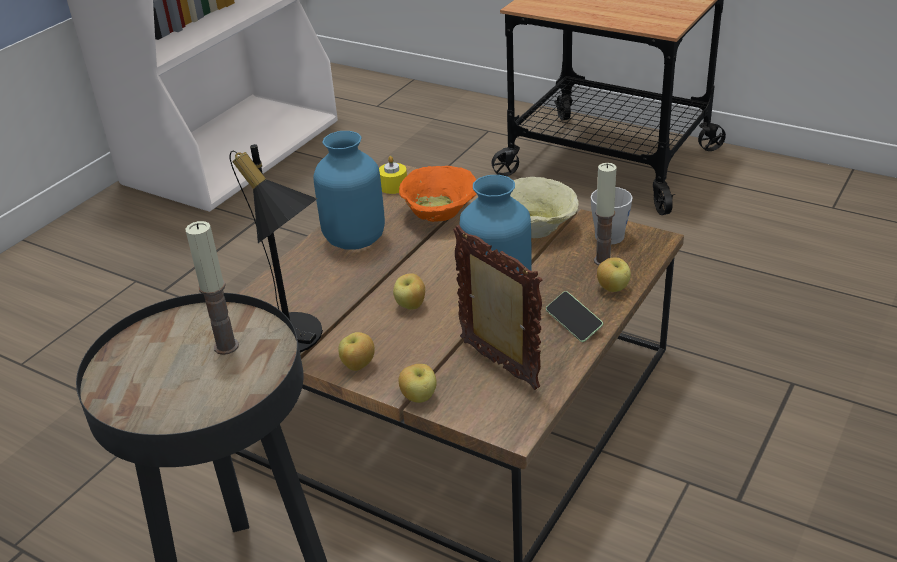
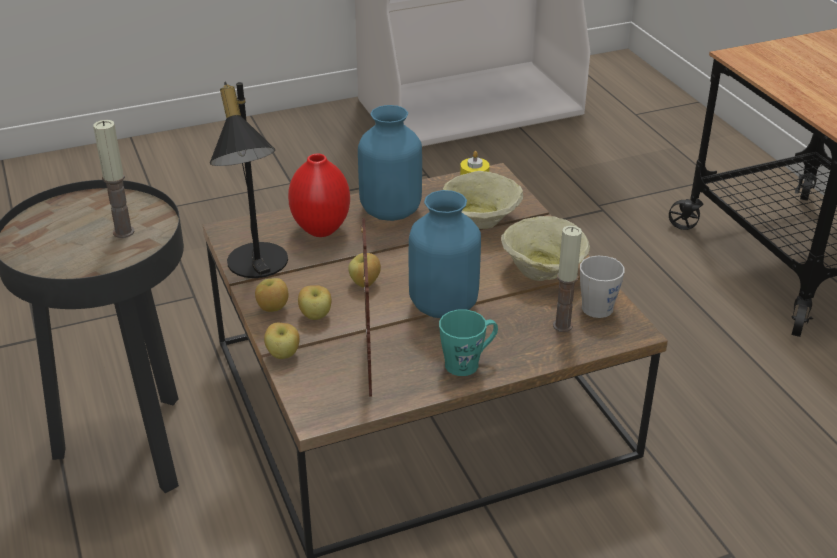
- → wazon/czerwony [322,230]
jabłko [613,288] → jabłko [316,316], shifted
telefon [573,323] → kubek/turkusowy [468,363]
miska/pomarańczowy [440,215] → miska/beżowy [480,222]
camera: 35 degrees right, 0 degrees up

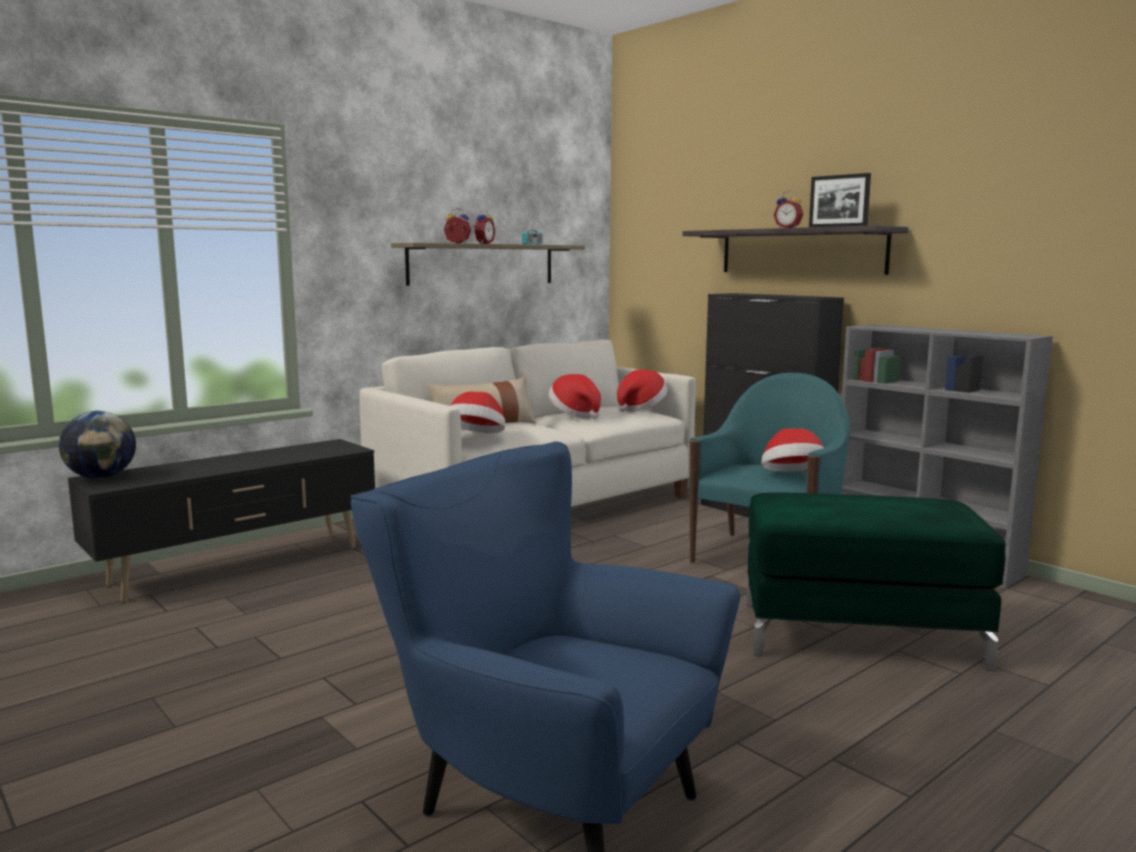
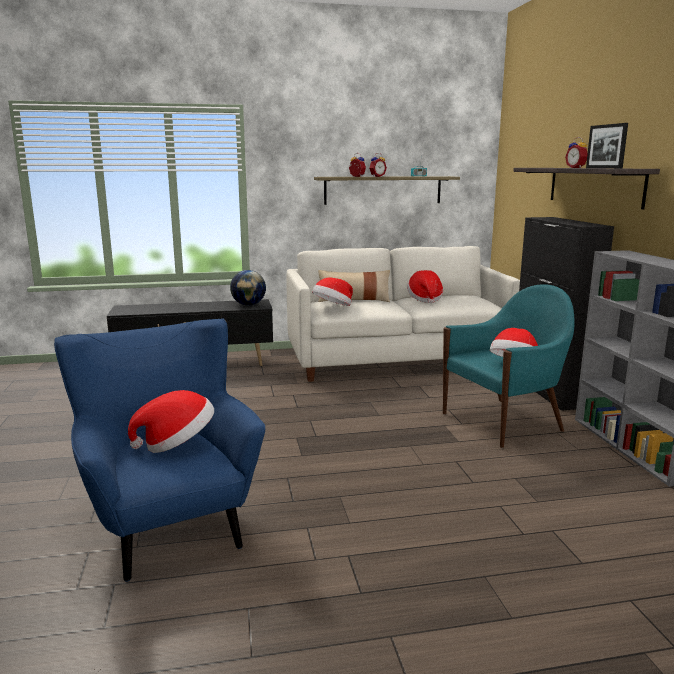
kapelusz [640,409] → kapelusz [177,444], shifted
globus [101,477] → globus [249,305], shifted
pufa/zielony [861,634] → -
camera: 30 degrees right, 5 degrees up

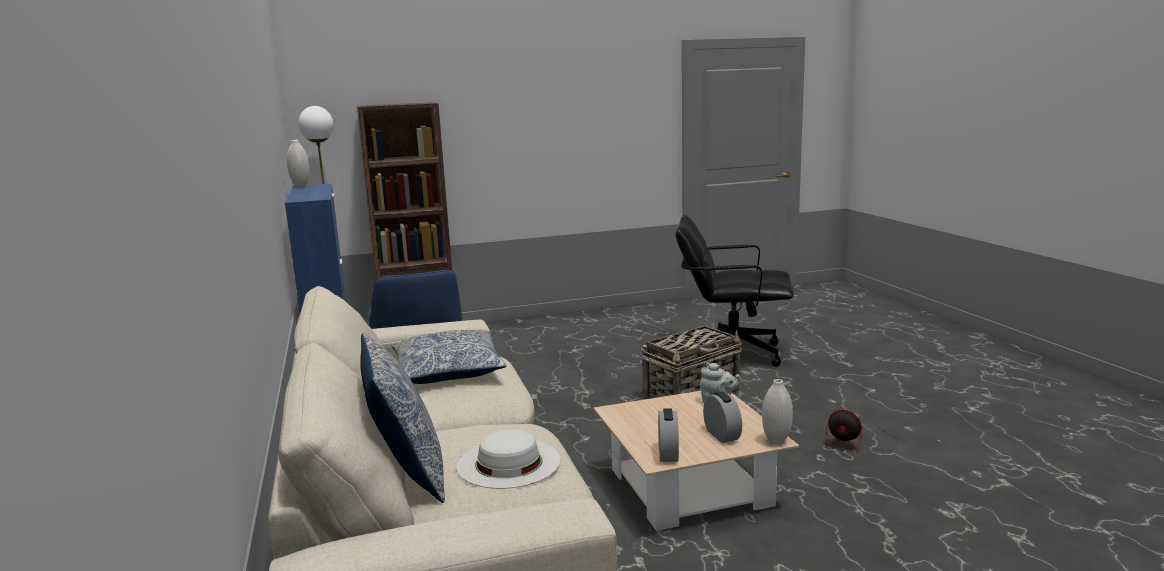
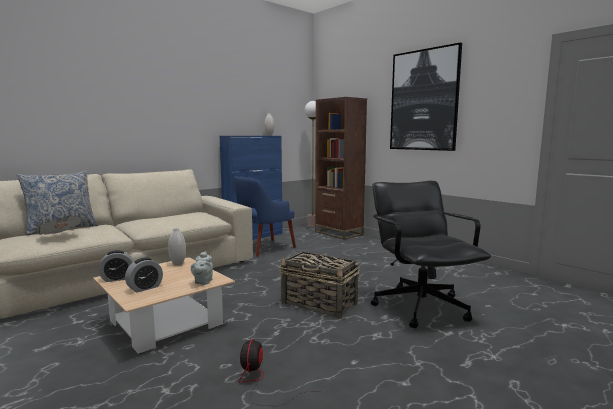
kapelusz/biały [508,463] → gazeta [60,236]
wazon/biały [776,441] → wazon/biały [178,264], shifted
- → obraz [424,100]
poduszka [448,371] → -
camera: 65 degrees right, 5 degrees down

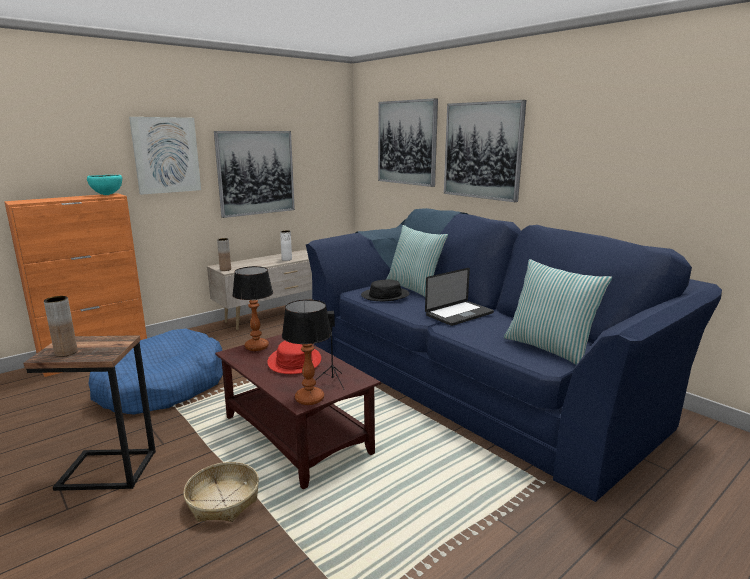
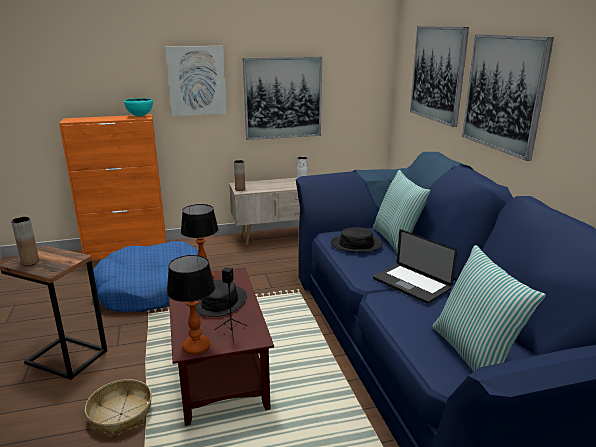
kapelusz/czerwony [294,361] → kapelusz/czarny [219,302]
laptop [459,314] → laptop [411,284], 60 degrees clockwise
camera: 25 degrees right, 5 degrees up

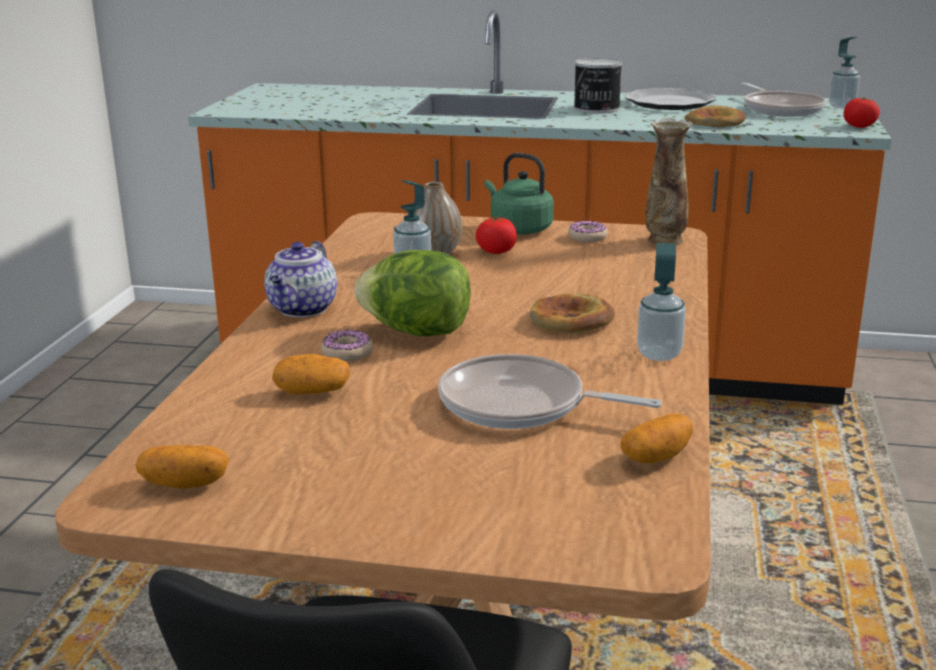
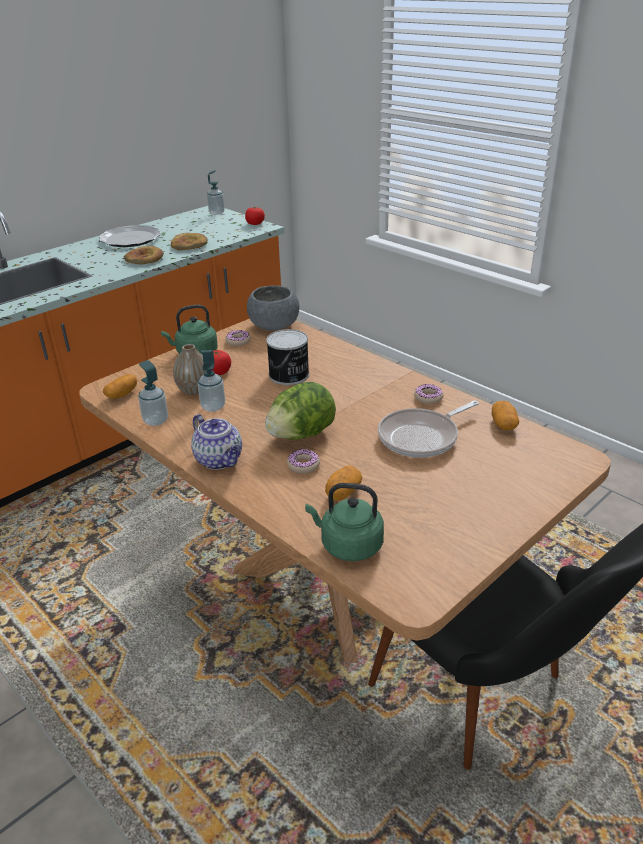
ziemniak [185,484] → ziemniak [122,394], shifted
chleb [570,320] → chleb [145,259], shifted
dozownik mydła [659,354] → dozownik mydła [156,421], shifted
wazon [664,241] → miska/szary [273,326]
puszka [596,109] → puszka [289,375], shifted
- → czajnik/zielony [348,545]
- → donut [428,398]
patelnia [780,109] → -
camera: 55 degrees left, 10 degrees up

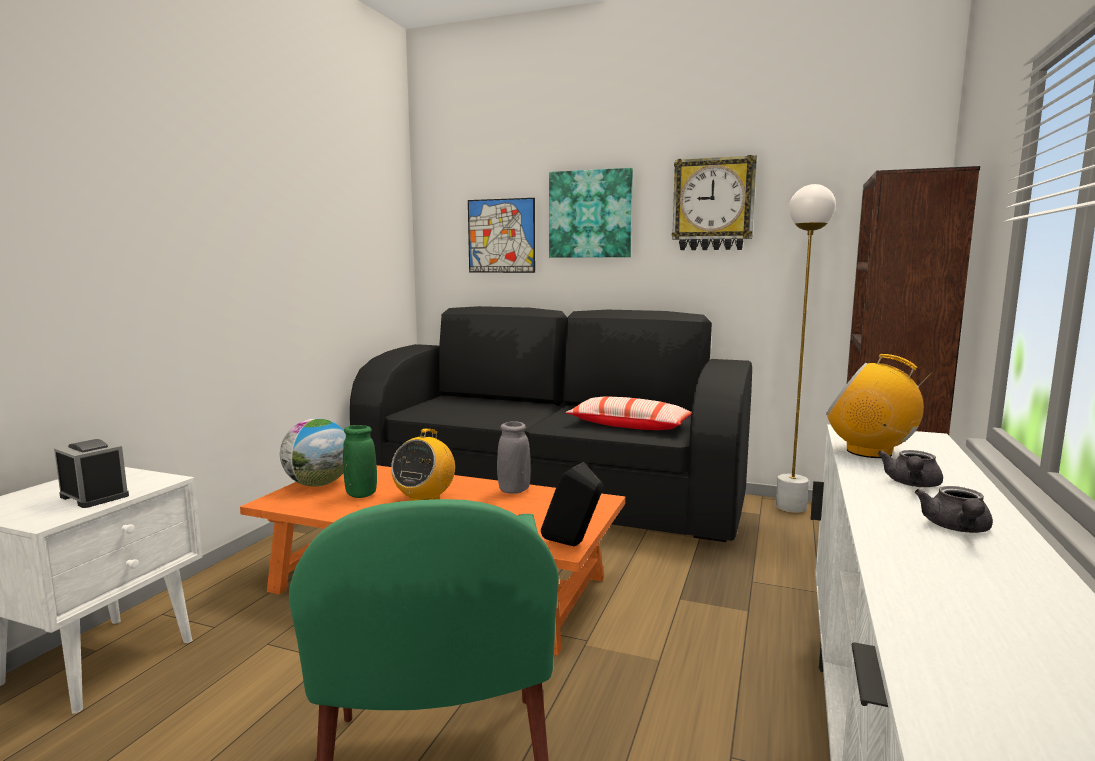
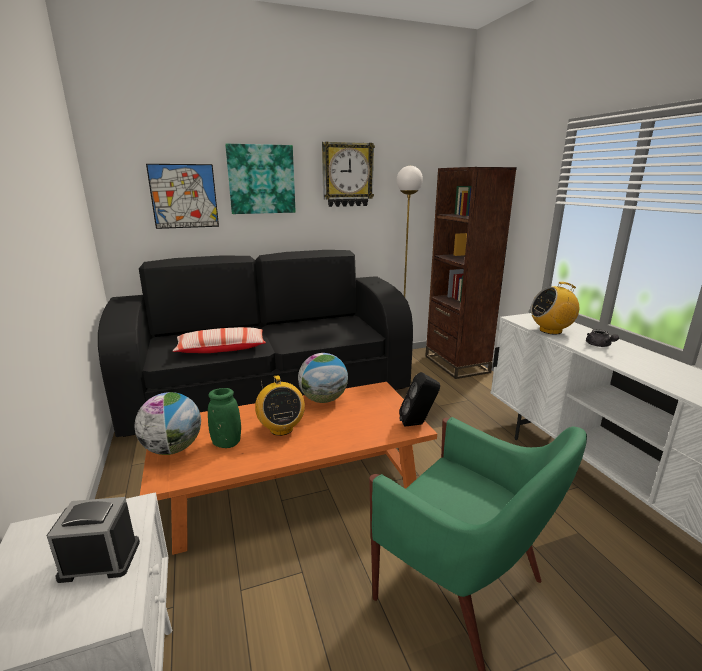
poduszka [629,426] → poduszka [221,349], shifted
wazon/szary [514,490] → globus [323,399]
imbryk/szary [956,528] → -
camera: 40 degrees left, 10 degrees up

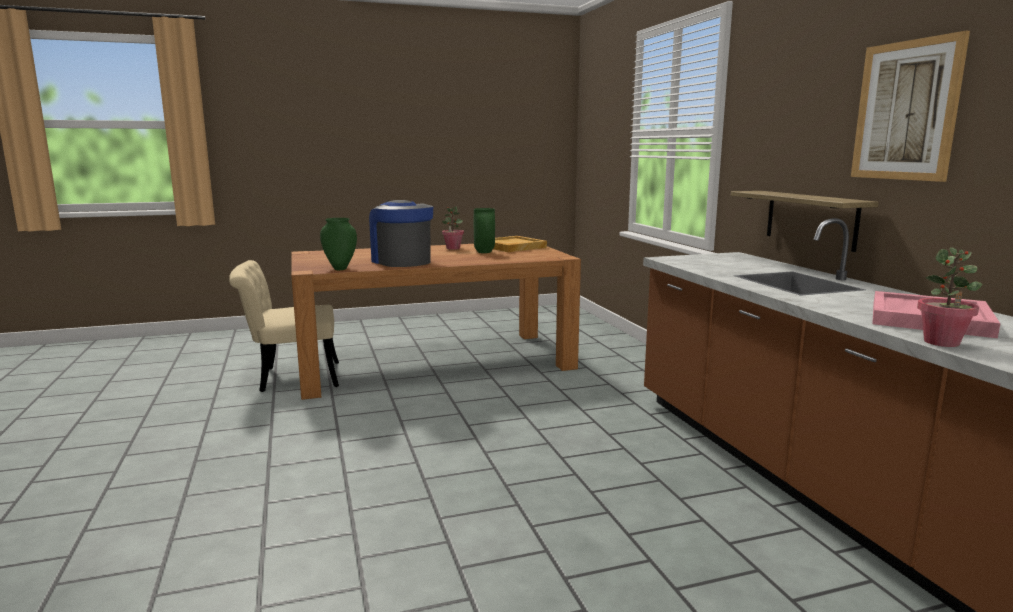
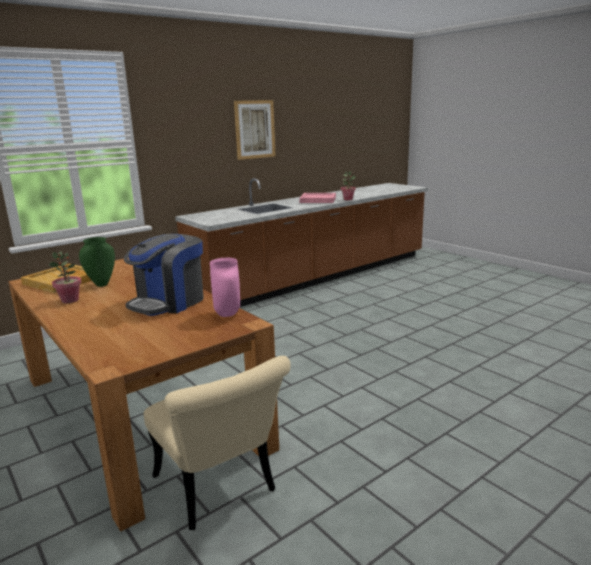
wazon/zielony [340,269] → wazon/różowy [226,314]
półka [810,219] → -
camera: 110 degrees left, 5 degrees up

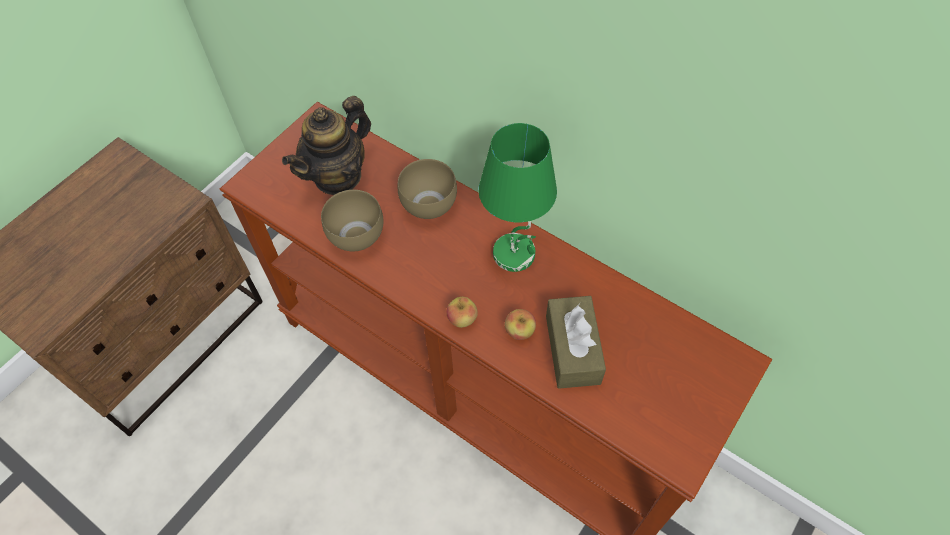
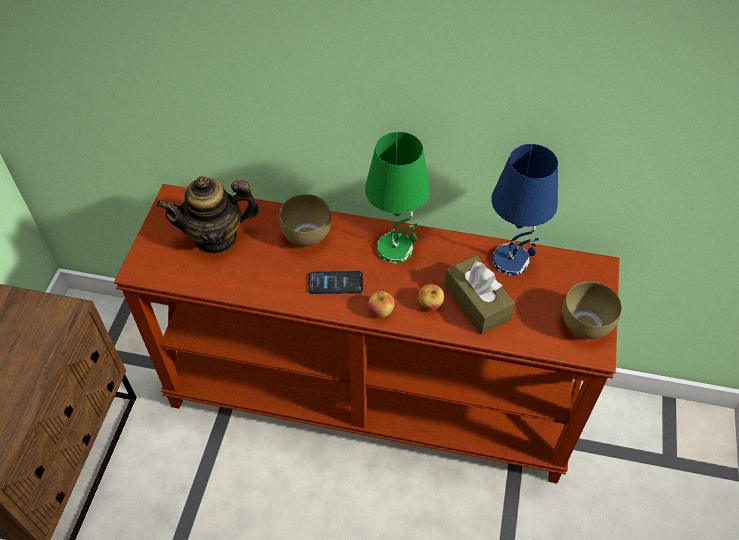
imbryk [338,176] → imbryk [216,237], 60 degrees clockwise
- → telefon [335,283]
- → lampa stołowa/niebieski [511,261]
miska/brązowy [358,235] → miska/brązowy [585,322], shifted
camera: 25 degrees left, 5 degrees down

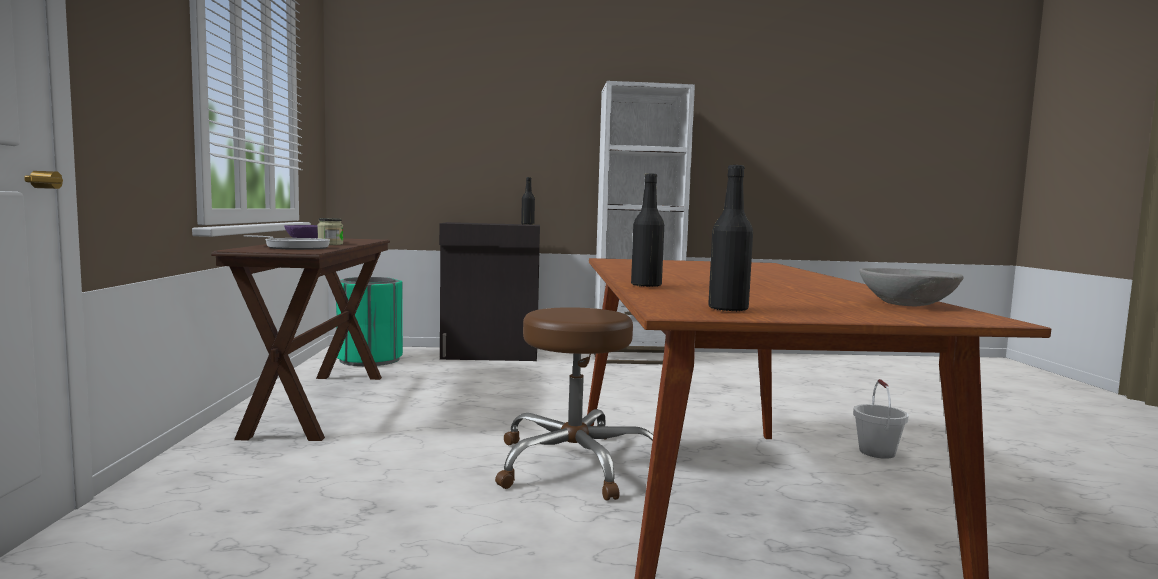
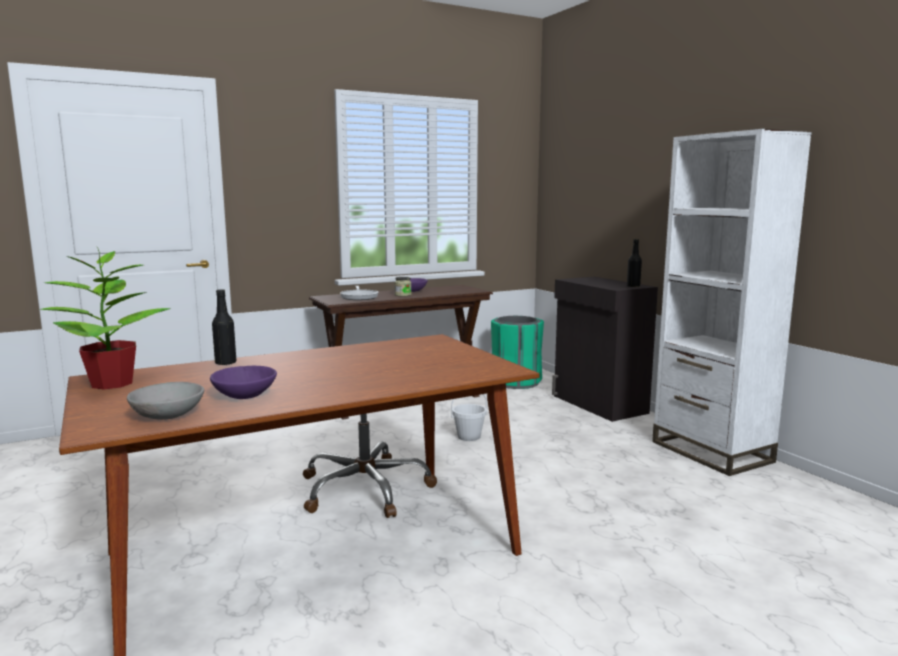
butelka/czarny [728,309] → roślina doniczkowa [110,384]
- → miska/fioletowy [245,395]
wiadro/biały [876,452] → wiadro/biały [469,436], shifted
camera: 65 degrees right, 5 degrees up

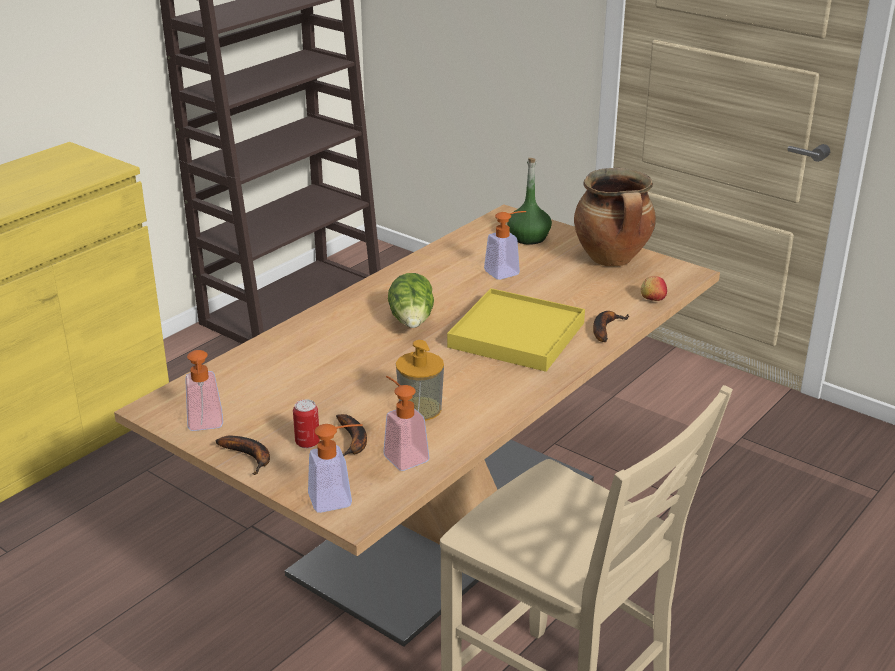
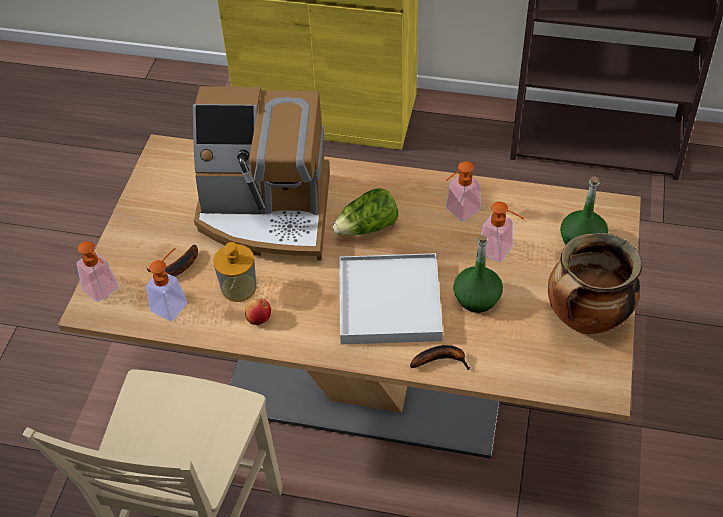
- → ekspres do kawy [266,213]
jabłko [652,299] → jabłko [258,318], shifted
taca/żółty [517,335] → taca/biały [389,302]
dozownik mydła [205,426] → dozownik mydła [458,212], shifted
- → butelka/zielony [477,298]
banan [250,457] → -
puszka [307,442] → -
camera: 65 degrees right, 20 degrees up

